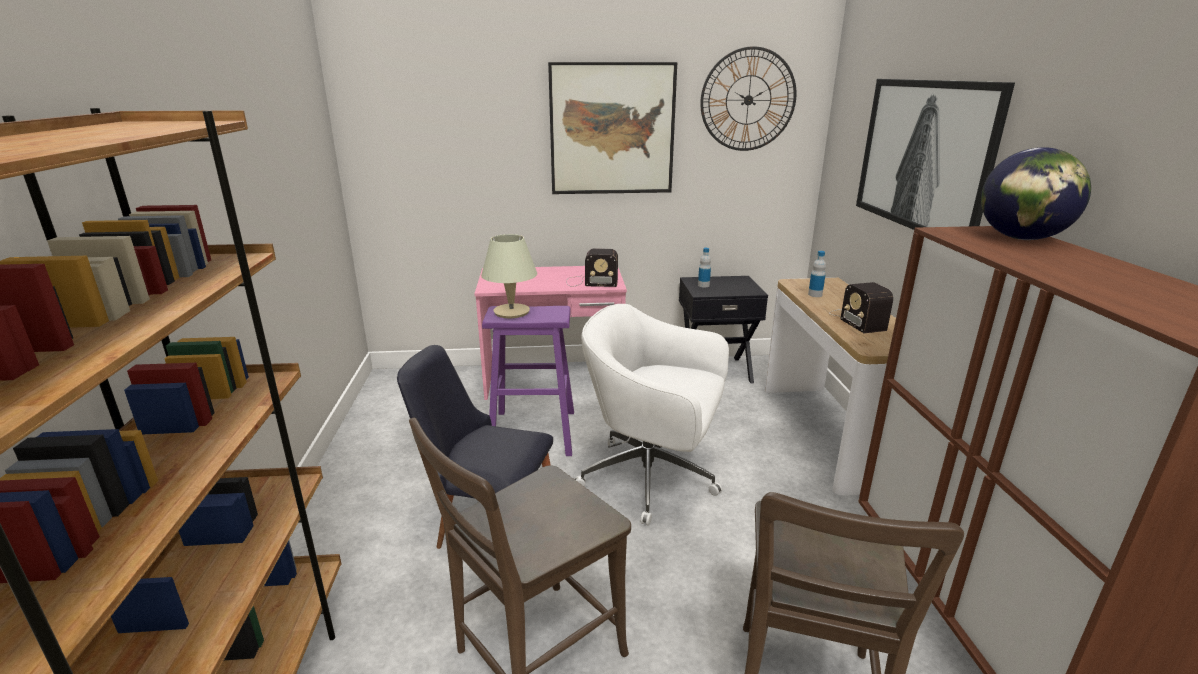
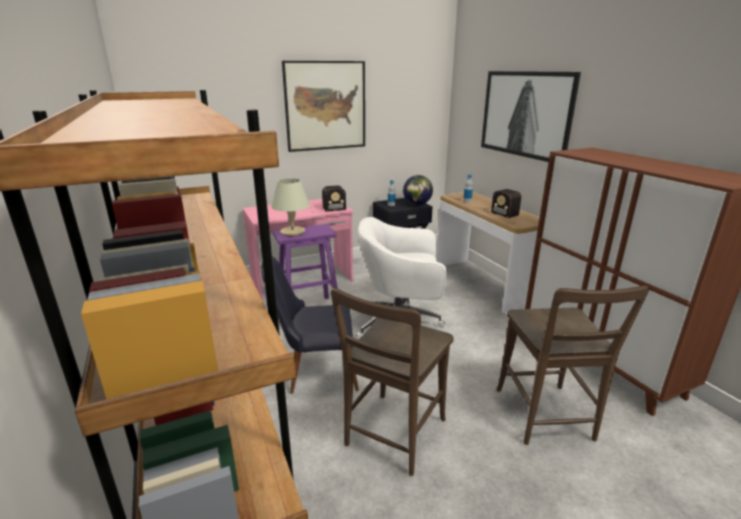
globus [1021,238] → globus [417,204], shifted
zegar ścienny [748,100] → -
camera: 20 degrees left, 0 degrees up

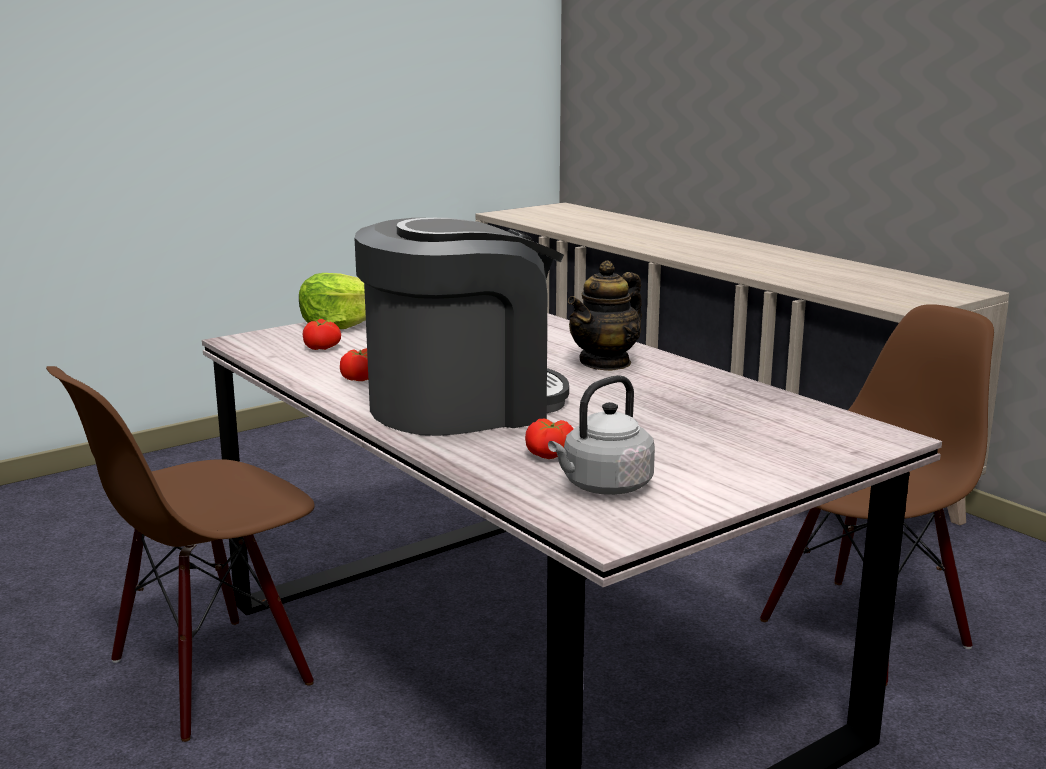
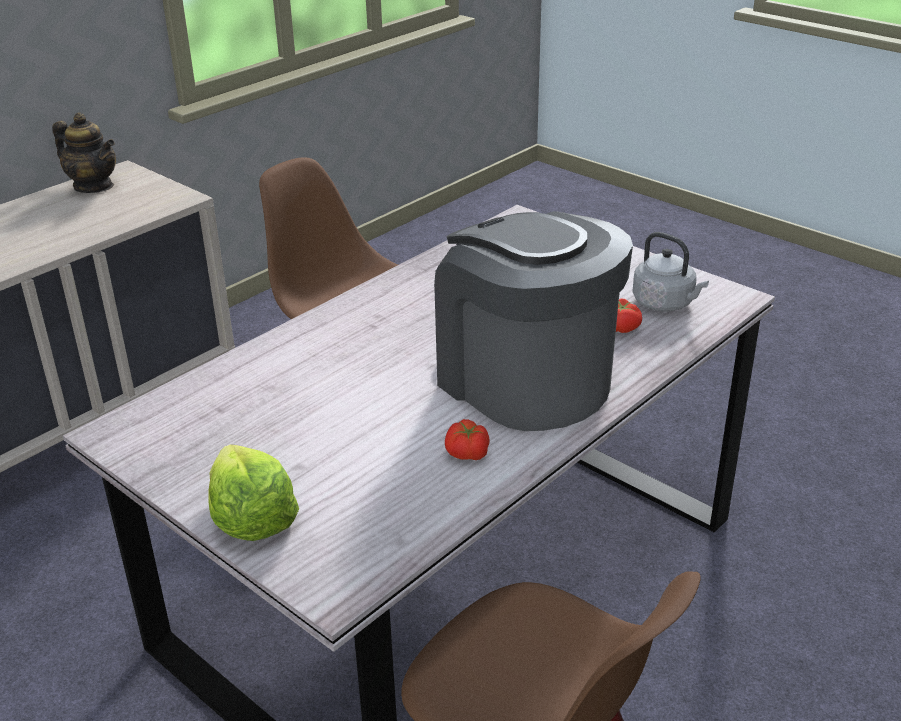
imbryk [605,363] → imbryk [94,186], shifted
pomidor [322,347] → -
camera: 100 degrees left, 15 degrees up

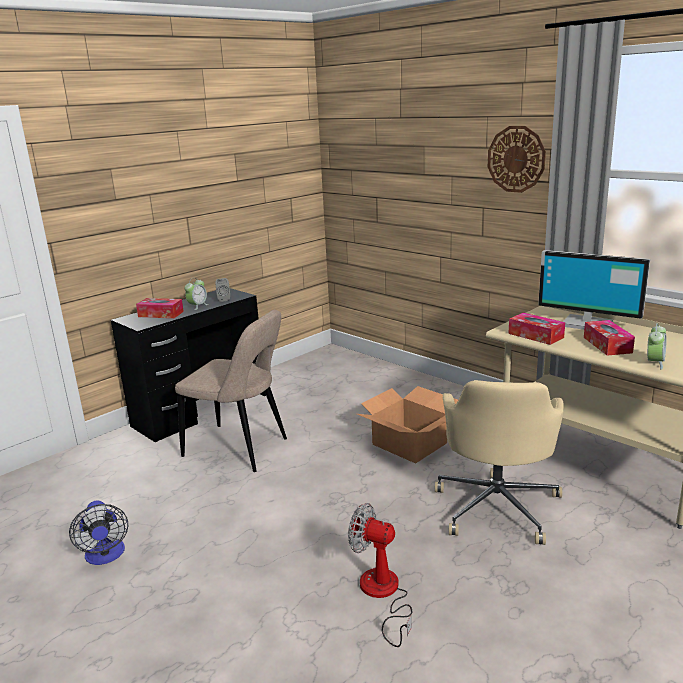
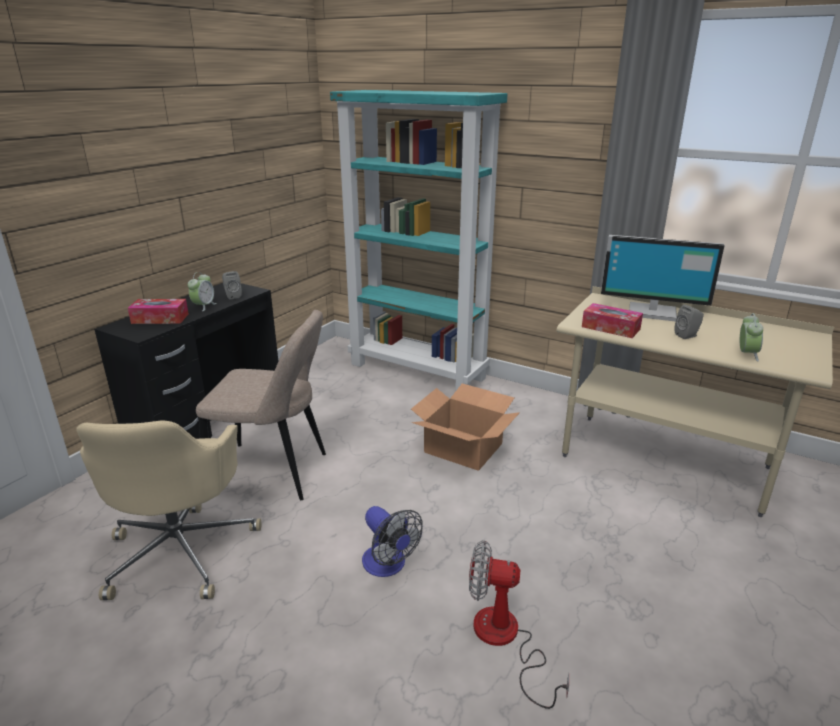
krzesło biurowe/beżowy [497,506] → krzesło biurowe/beżowy [181,550], shifted
- → regał/turkusowy [418,371]
wentylator [105,556] → wentylator [388,565], shifted
pudełko chusteczek [607,345] → głośnik/szary [687,335]
zegar ścienny [516,159] → -
camera: 15 degrees left, 5 degrees up

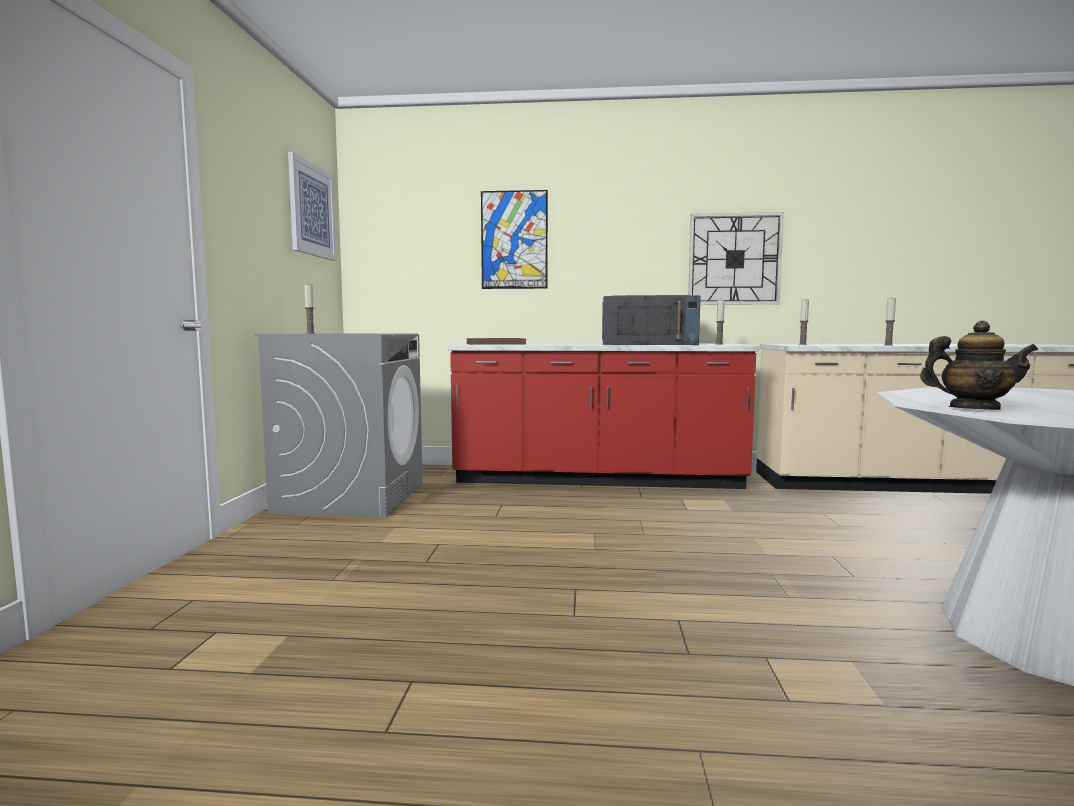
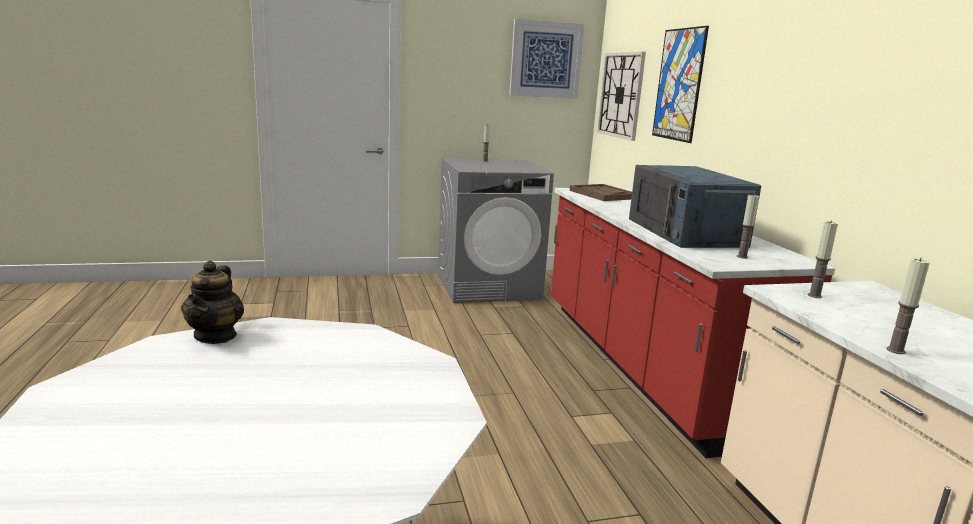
zegar ścienny [734,259] → zegar ścienny [621,95], shifted
camera: 70 degrees right, 10 degrees up

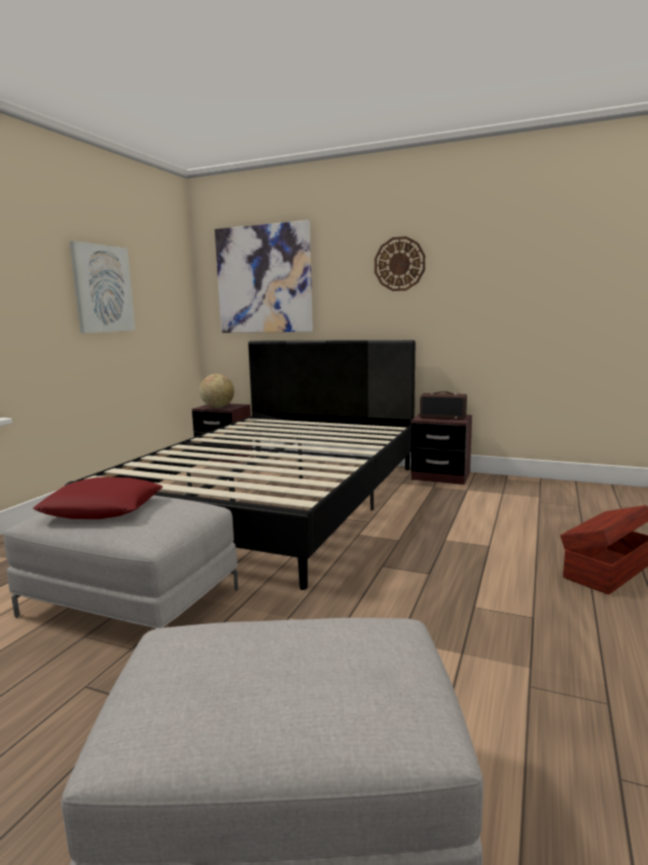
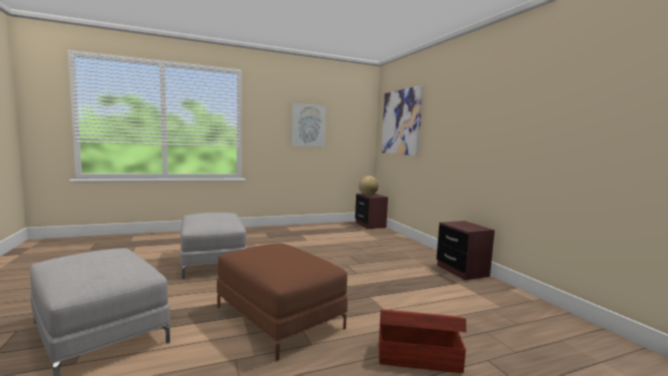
- → pufa/brązowy [279,317]
poduszka/czerwony [102,508] → -
łóżko/czarny [275,500] → -
zegar ścienny [399,264] → -
radio [443,417] → -
camera: 45 degrees right, 5 degrees down

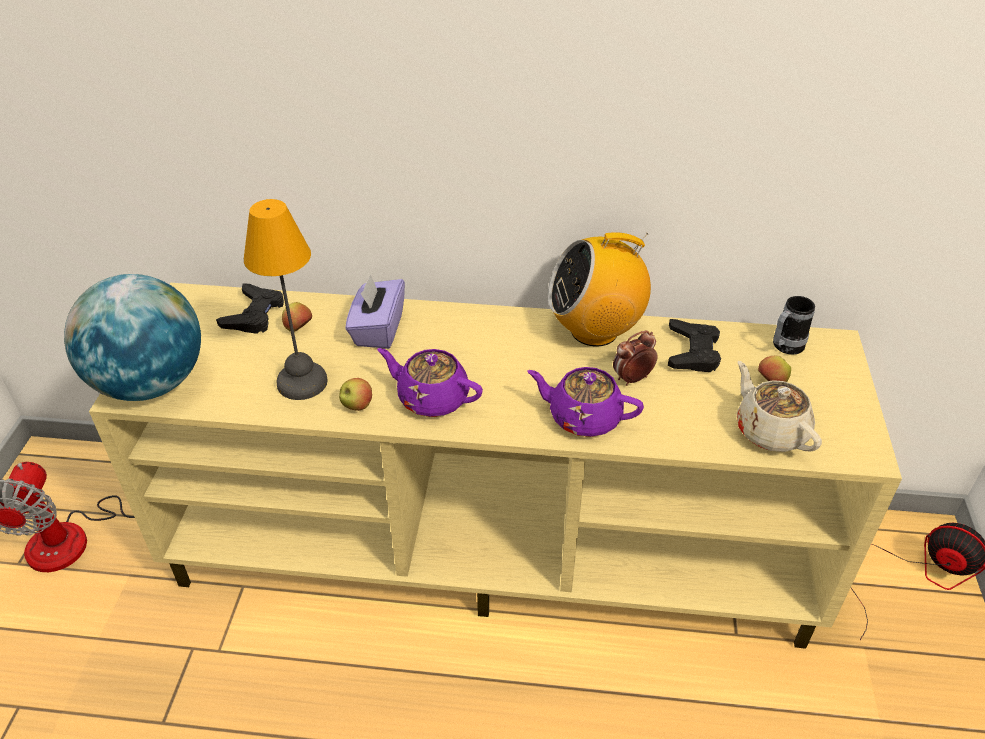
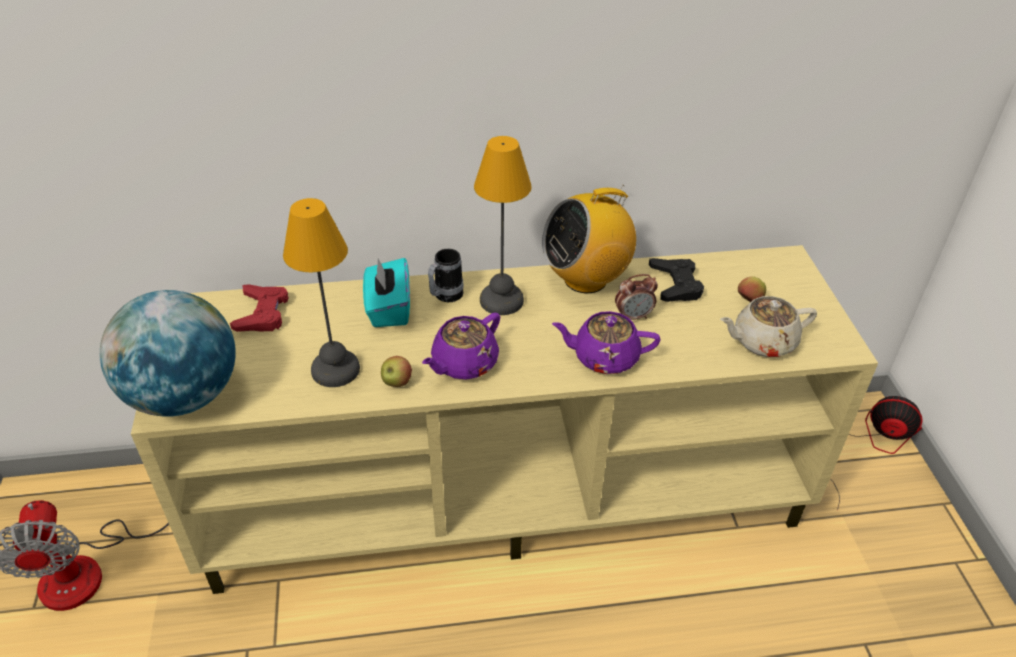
pad do gier/czarny [254,314] → pad do gier/czerwony [262,313]
pudełko chusteczek/fioletowy [378,329] → pudełko chusteczek/turkusowy [388,309]
imbryk/fioletowy [432,398] → imbryk/fioletowy [463,364], 60 degrees counterclockwise
kubek [784,348] → kubek [445,297], shifted
- → lampa stołowa [503,301]
budzik [632,379] → budzik [633,316], 150 degrees counterclockwise
imbryk/beżowy [770,430] → imbryk/beżowy [762,341], 60 degrees counterclockwise
jabłko [299,329] → -
camera: 15 degrees left, 0 degrees up

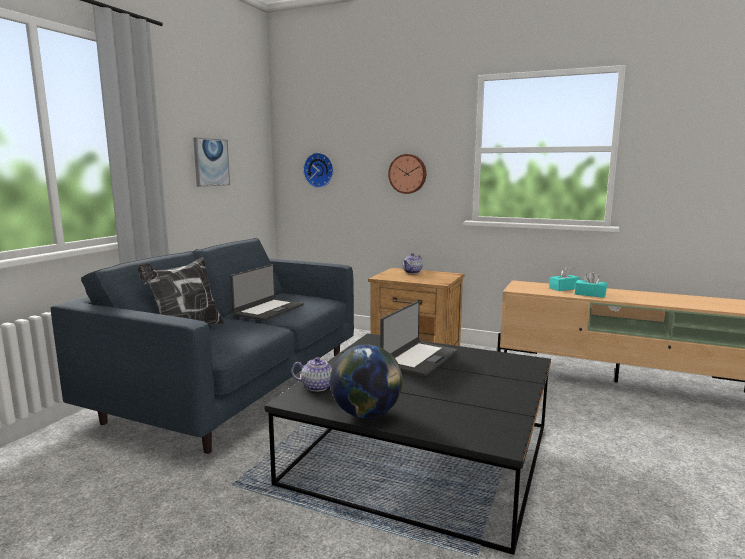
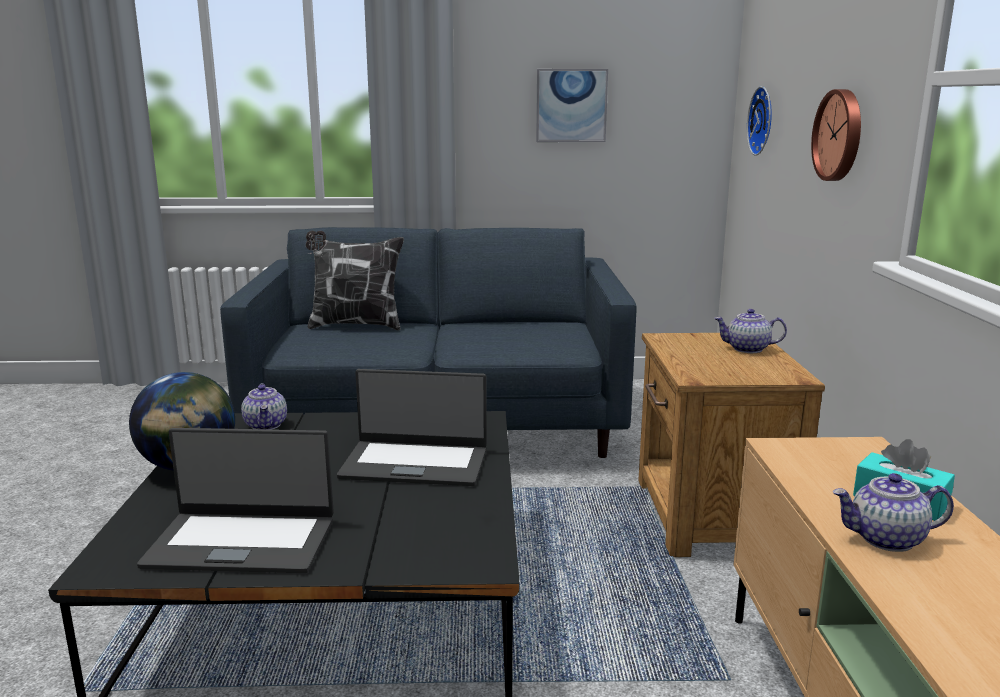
laptop [268,310] → laptop [242,542], shifted
pudełko chusteczek/turkusowy [590,294] → imbryk [886,539]
camera: 65 degrees right, 5 degrees up

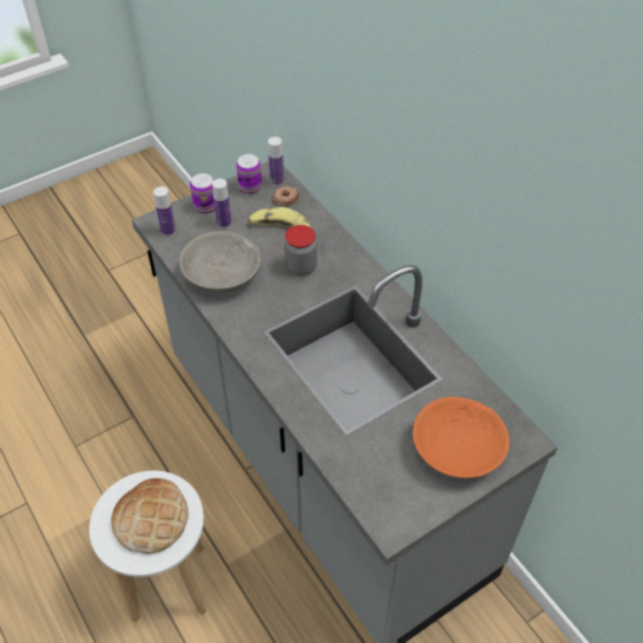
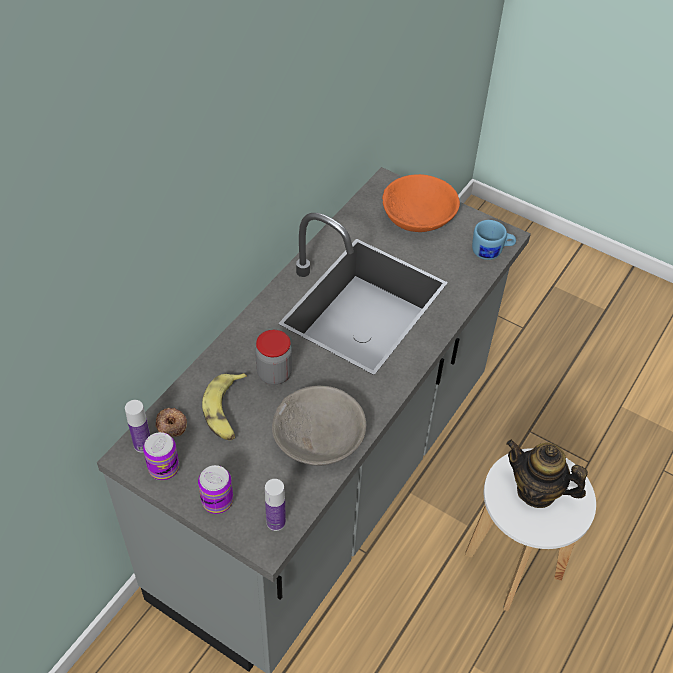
- → kubek/niebieski [491,252]
chleb [151,519] → imbryk [536,491]
butelka [224,223] → -
camera: 115 degrees left, 0 degrees up

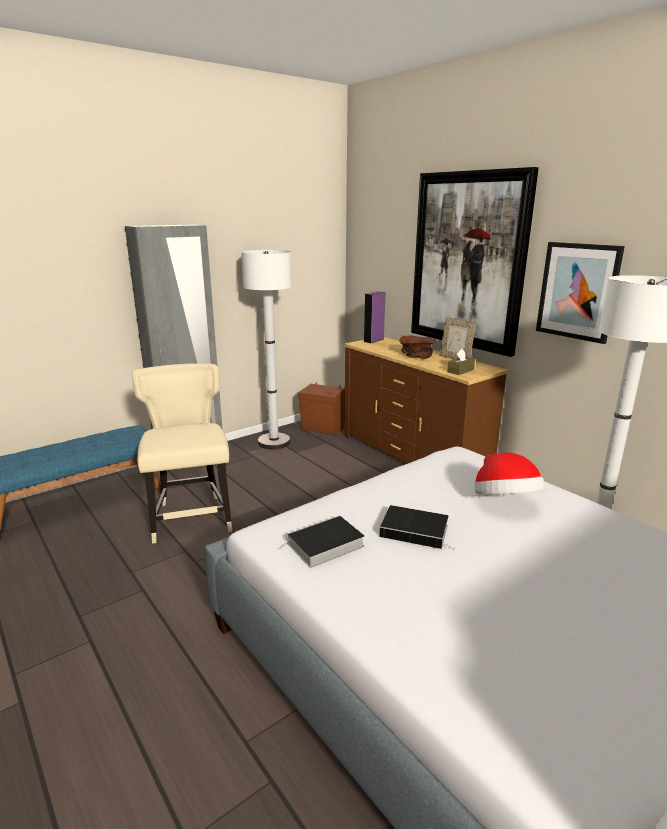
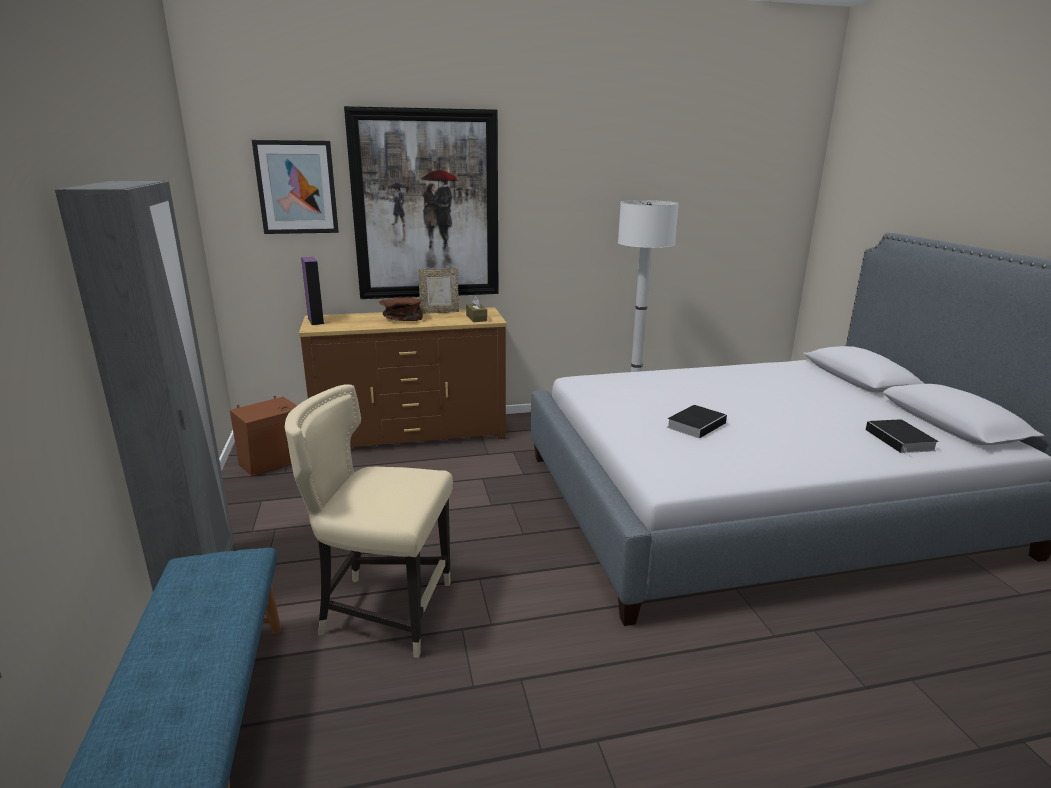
obraz [577,291] → obraz [297,187], shifted
książka [324,546] → książka [901,441], shifted
lampa stojąca/biały [274,442] → -
kapelusz [505,502] → -
camera: 65 degrees left, 0 degrees up

